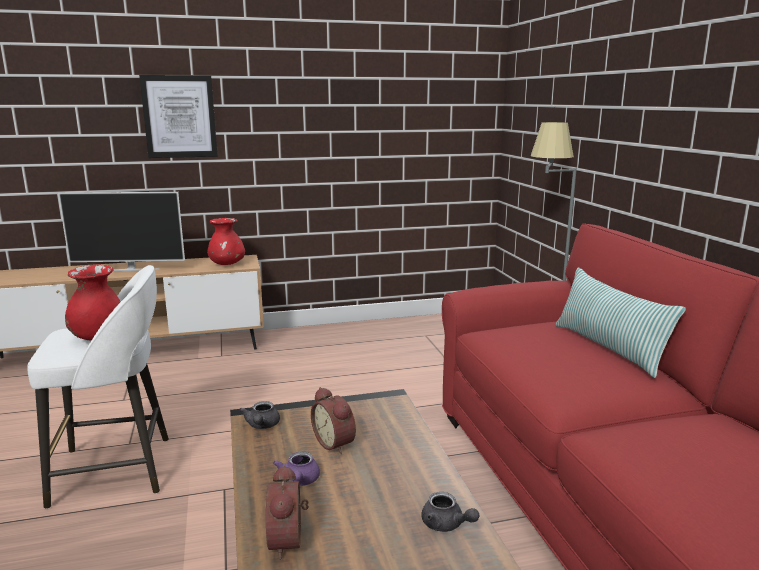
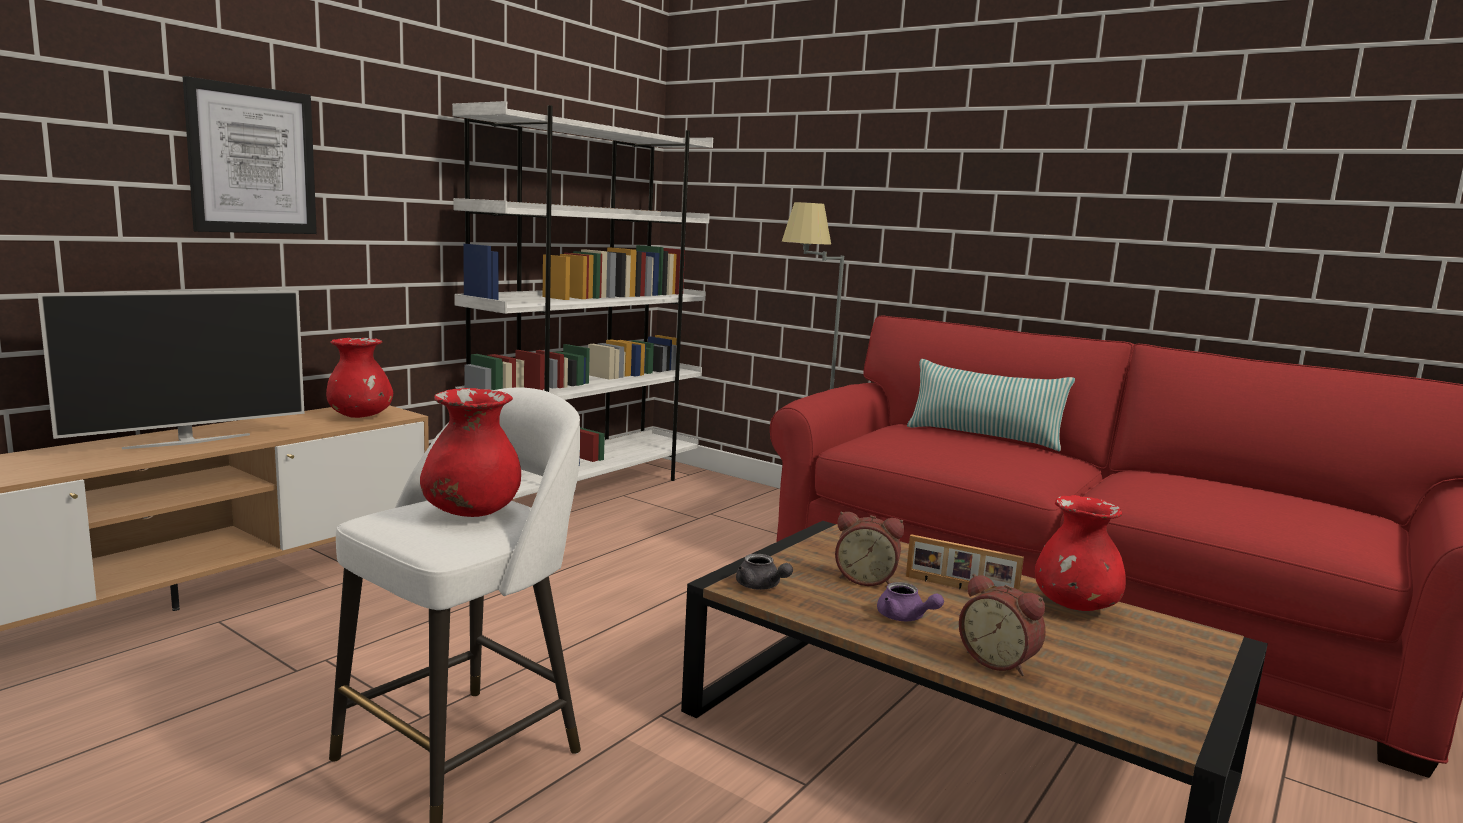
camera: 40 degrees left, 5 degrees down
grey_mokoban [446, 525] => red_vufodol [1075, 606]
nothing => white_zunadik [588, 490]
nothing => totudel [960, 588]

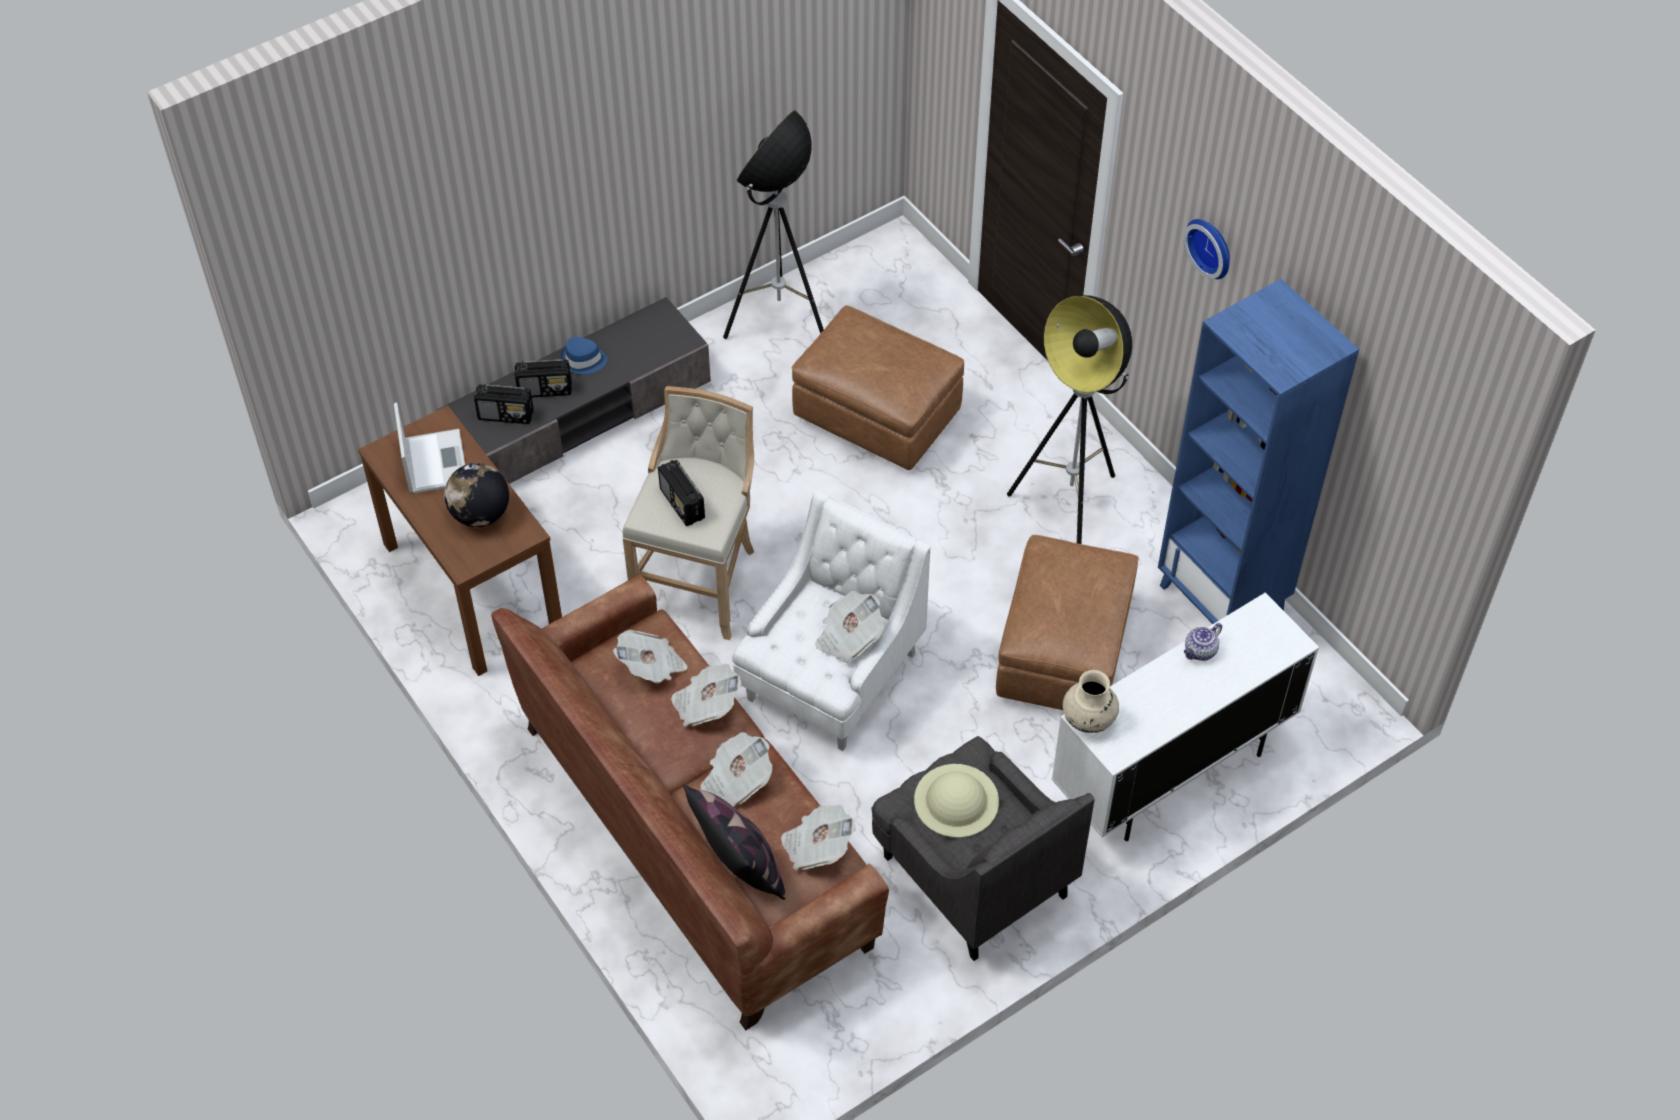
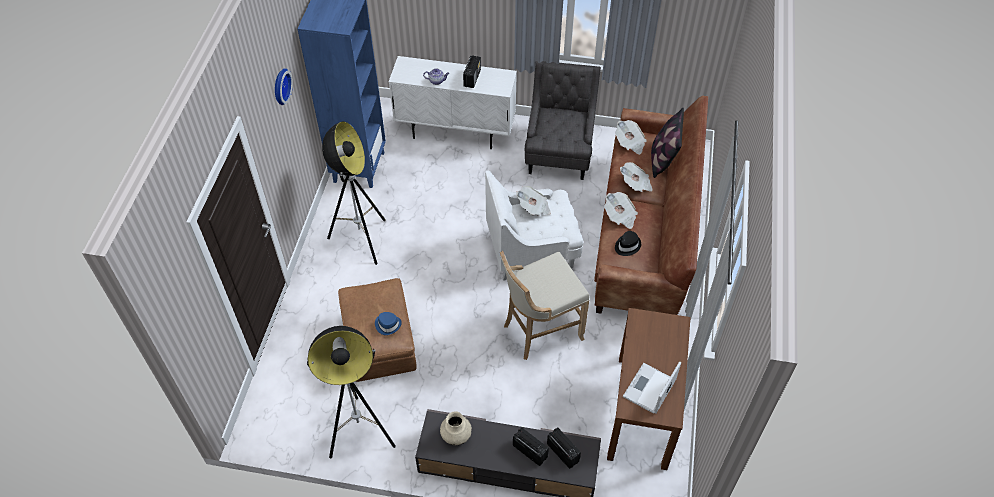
camera: 135 degrees left, 0 degrees up
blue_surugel [583, 360] => blue_surugel [388, 324], shifted
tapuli [682, 504] => tapuli [472, 78], shifted
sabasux [480, 514] => nothing
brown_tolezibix [1063, 653] => nothing
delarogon [652, 667] => black_surugel [627, 245]
beige_vufodol [1088, 720] => beige_vufodol [456, 436], shifted
beige_surugel [956, 800] => nothing

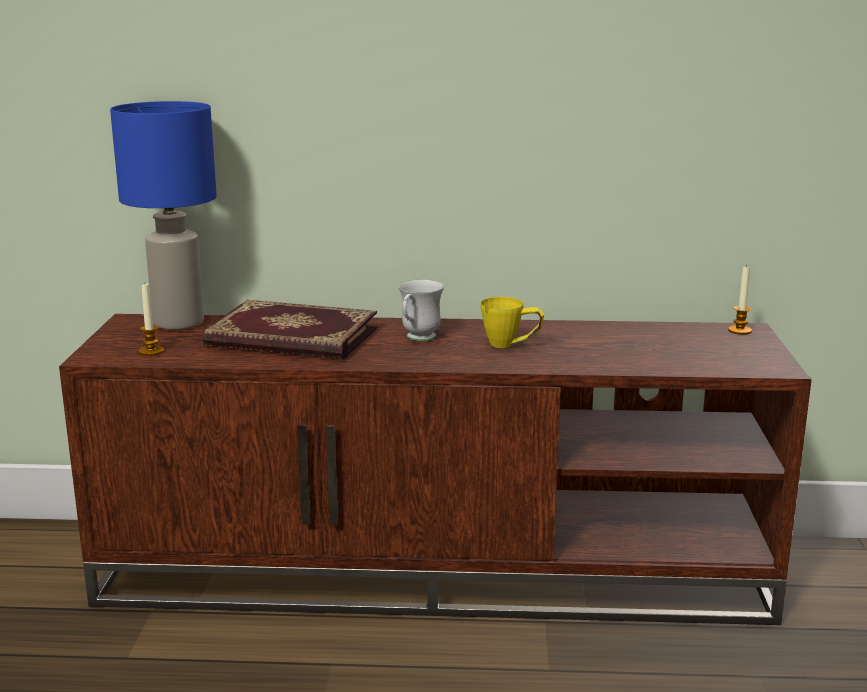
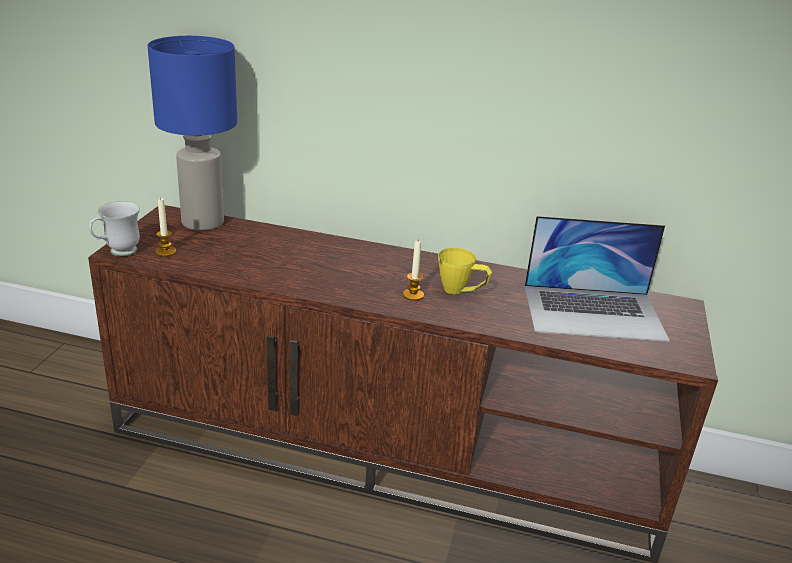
camera: 10 degrees right, 10 degrees up
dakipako [739, 331] => dakipako [413, 295], shifted
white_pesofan [417, 339] => white_pesofan [117, 253], shifted
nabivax [291, 338] => nothing
nothing => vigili [593, 312]

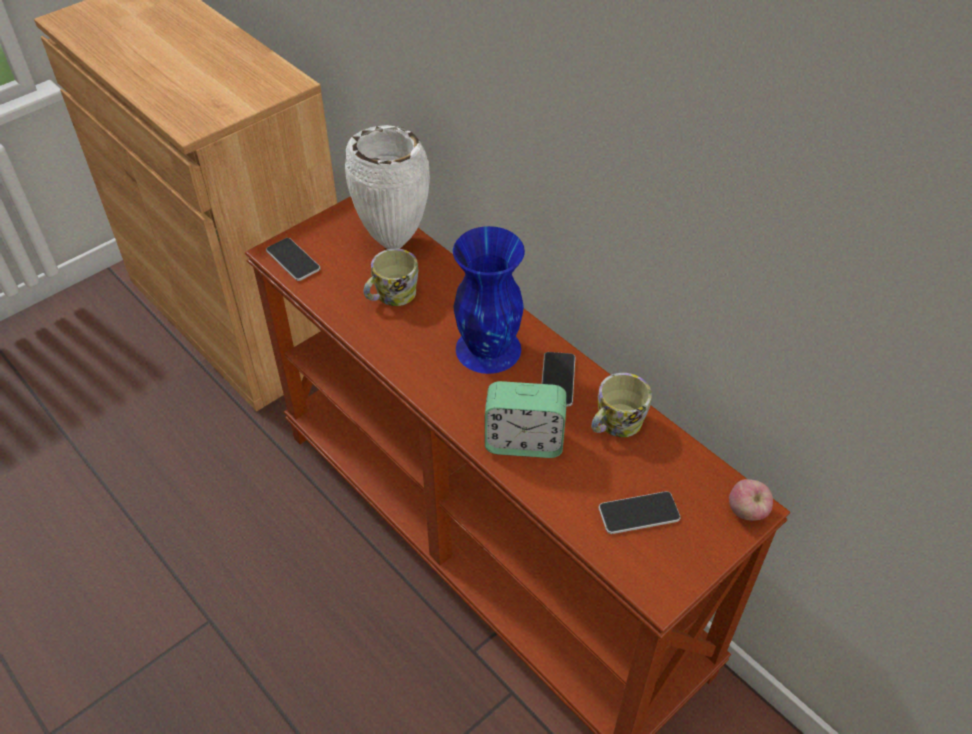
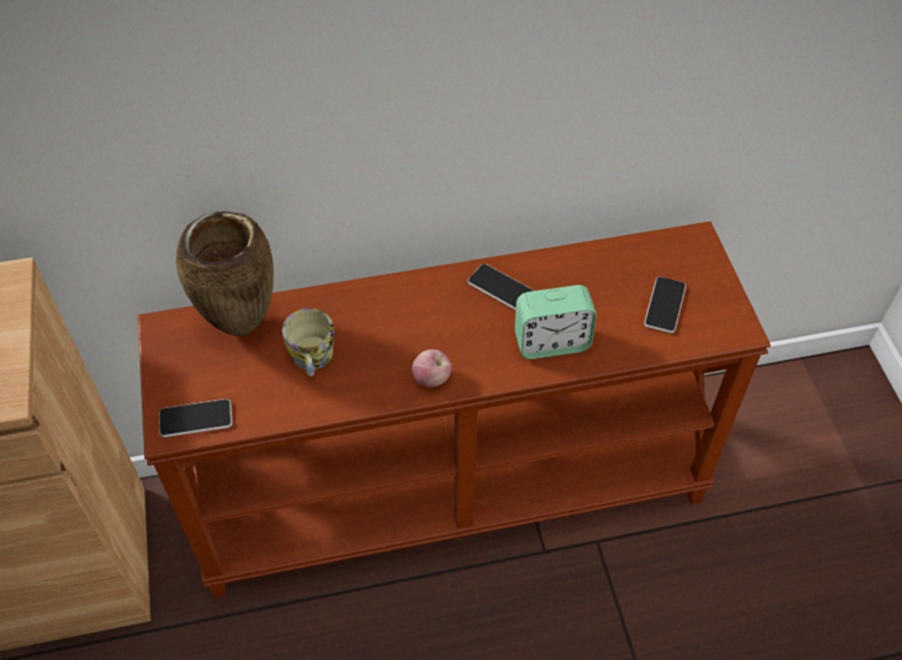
camera: 60 degrees left, 5 degrees up
white_vufodol [395, 242] => brown_vufodol [241, 325]
blue_vufodol [488, 348] => nothing
pesofan [615, 424] => nothing
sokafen [524, 442] => sokafen [551, 342], 45 degrees clockwise
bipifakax [746, 512] => bipifakax [432, 379], shifted

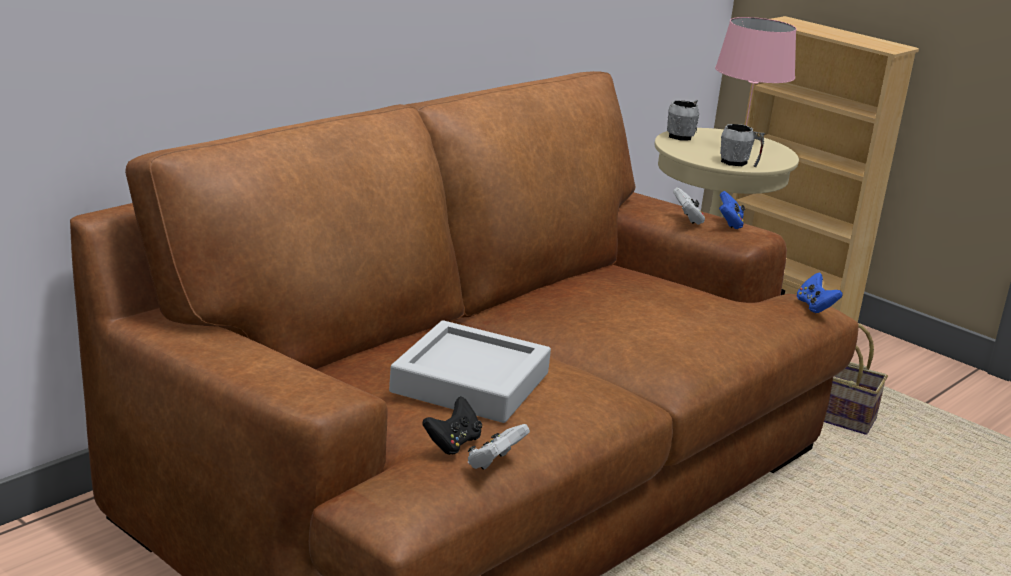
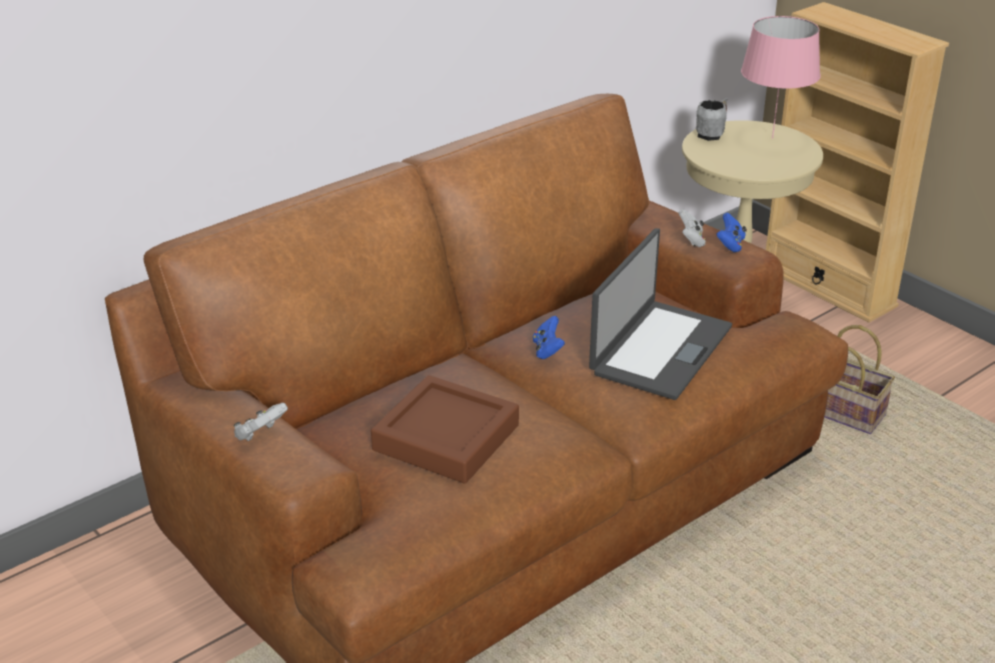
camera: 10 degrees right, 10 degrees up
grey_pesofan [738, 163] => nothing
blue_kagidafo [815, 307] => blue_kagidafo [547, 350], shifted
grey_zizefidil [470, 383] => brown_zizefidil [446, 438]
black_kagidafo [453, 443] => nothing
white_kagidafo [494, 463] => white_kagidafo [260, 435], shifted
nothing => vigili [659, 349]

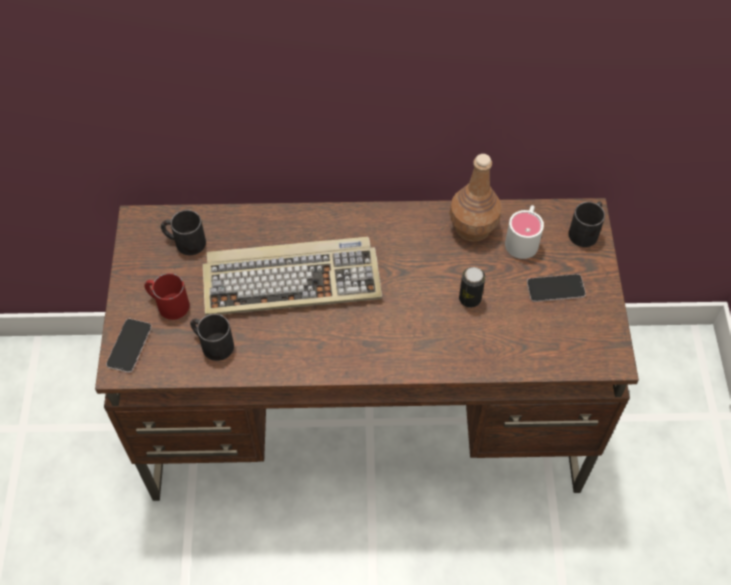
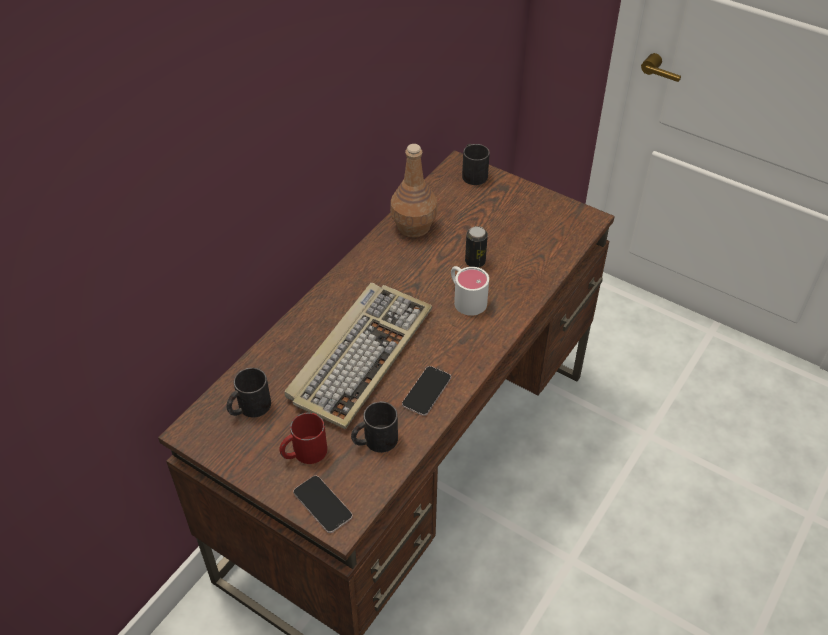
camera: 55 degrees left, 10 degrees down
white_pesofan [523, 238] => white_pesofan [465, 298], shifted
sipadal [555, 288] => sipadal [426, 391], shifted

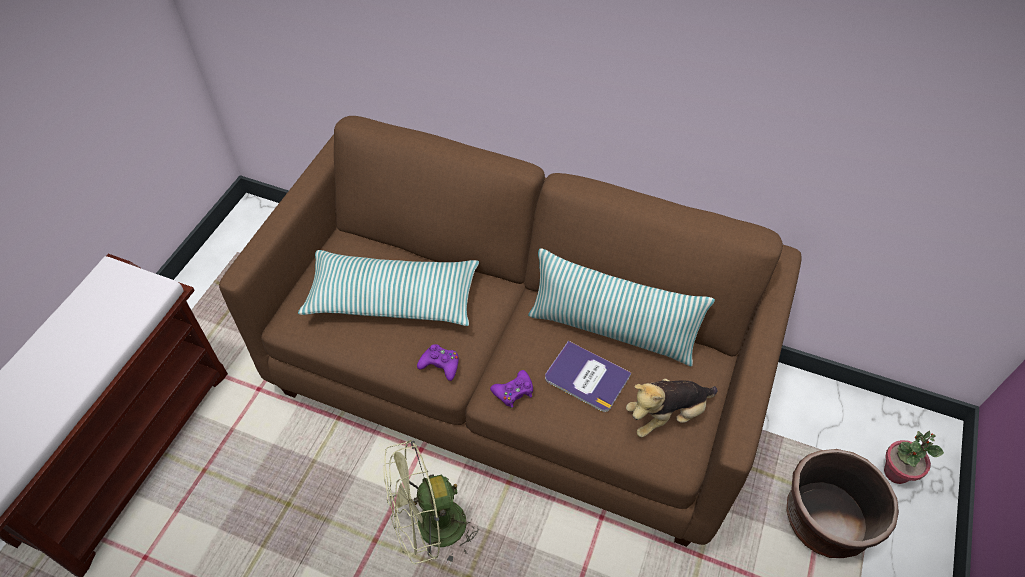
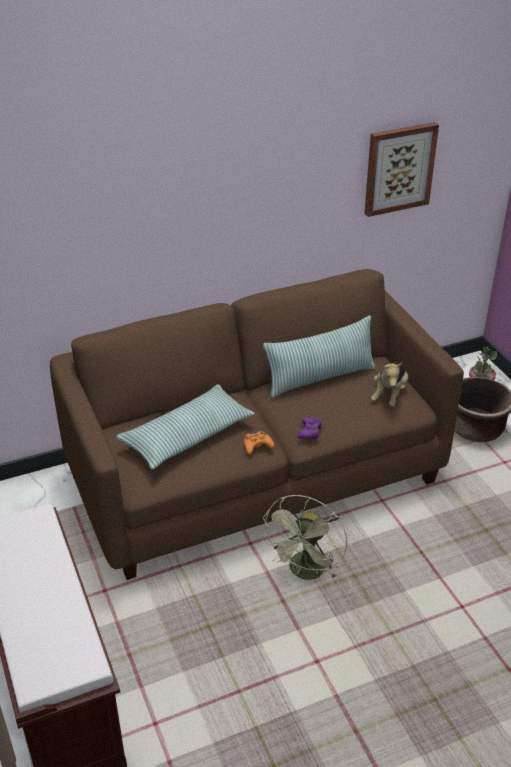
camera: 45 degrees left, 15 degrees down
nabivax [586, 377] => nothing
purple_kagidafo [440, 364] => orange_kagidafo [257, 446]
nothing => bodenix [399, 168]

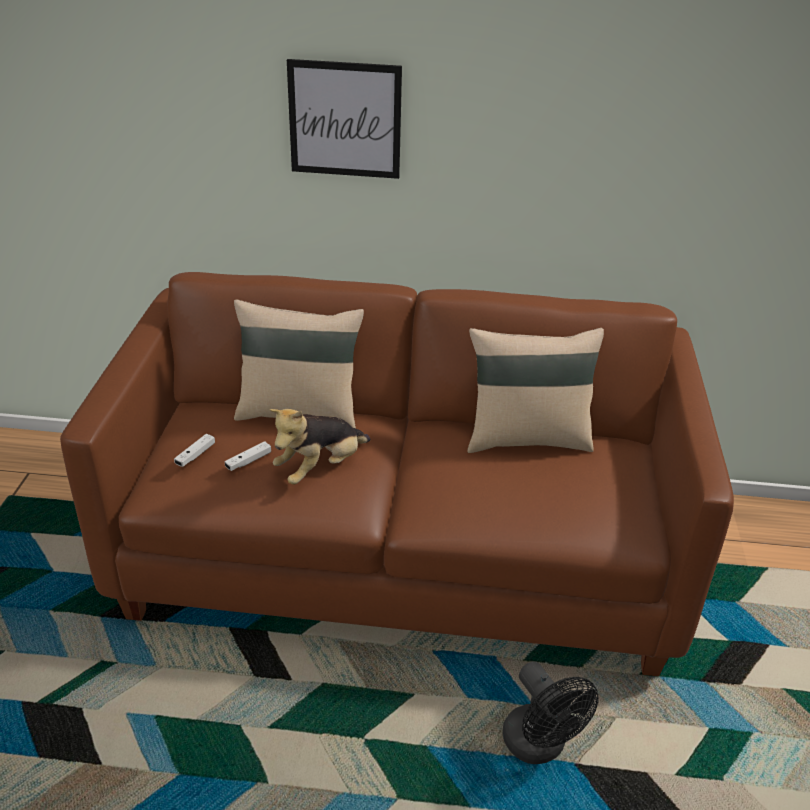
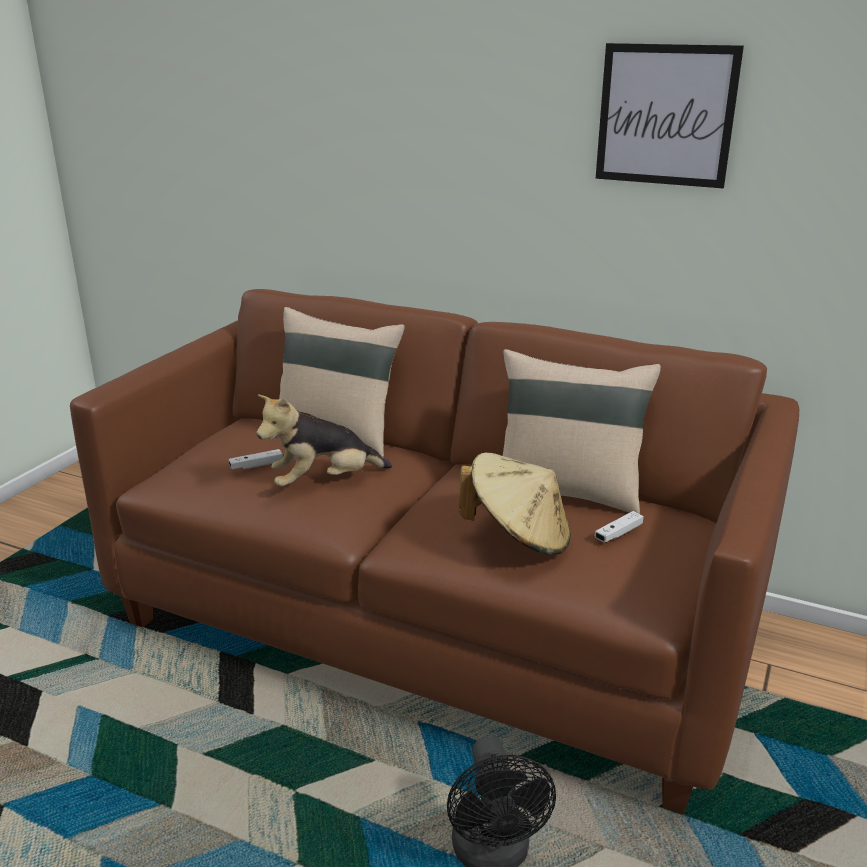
camera: 20 degrees right, 10 degrees down
bodenix [345, 119] => bodenix [665, 115], shifted
white_kagidafo [195, 455] => white_kagidafo [618, 533], shifted
nothing => beige_surugel [518, 537]

